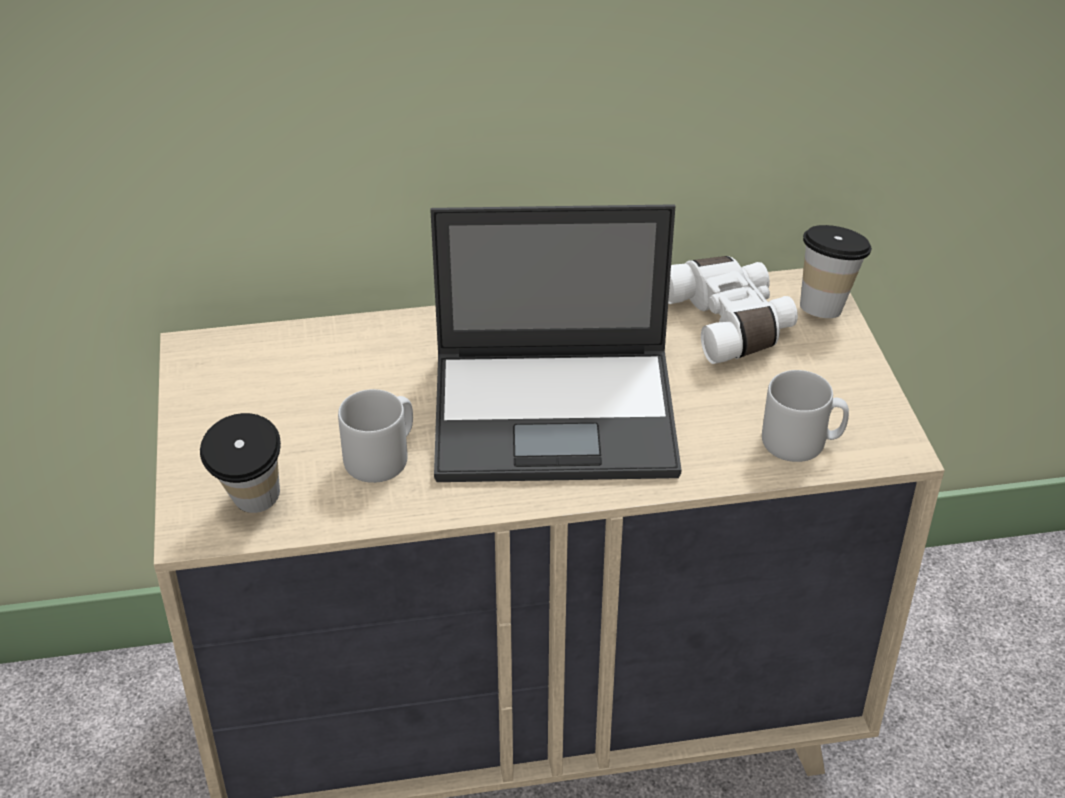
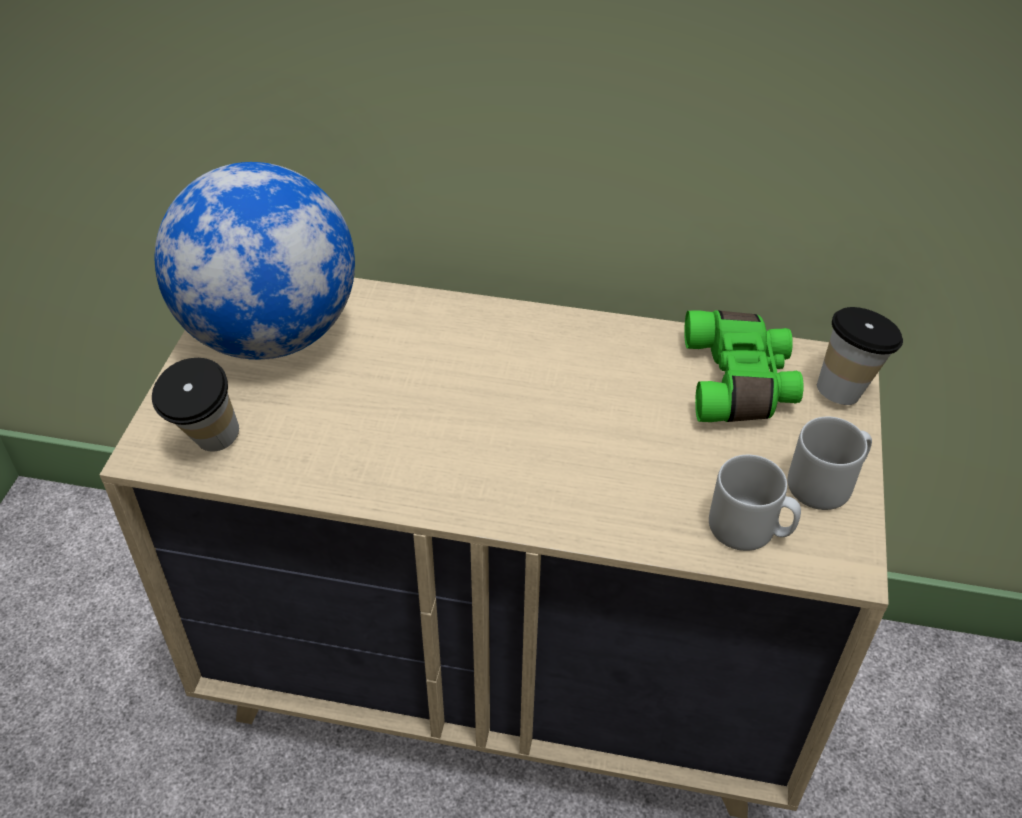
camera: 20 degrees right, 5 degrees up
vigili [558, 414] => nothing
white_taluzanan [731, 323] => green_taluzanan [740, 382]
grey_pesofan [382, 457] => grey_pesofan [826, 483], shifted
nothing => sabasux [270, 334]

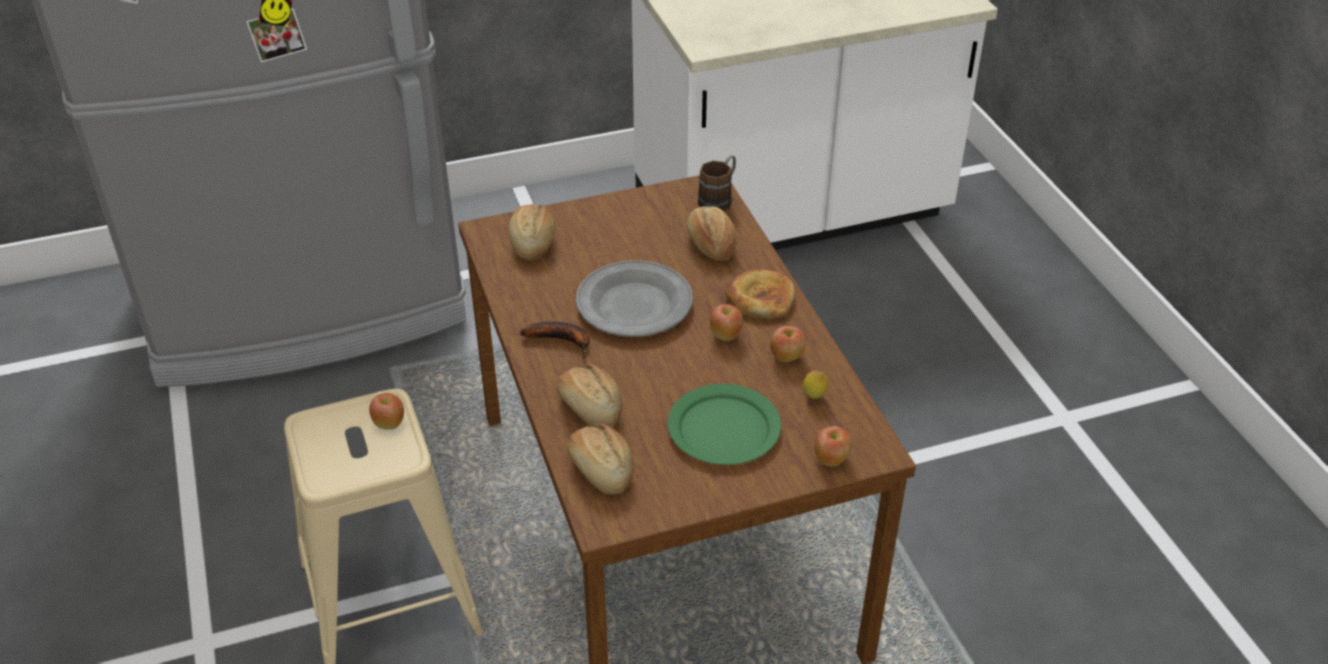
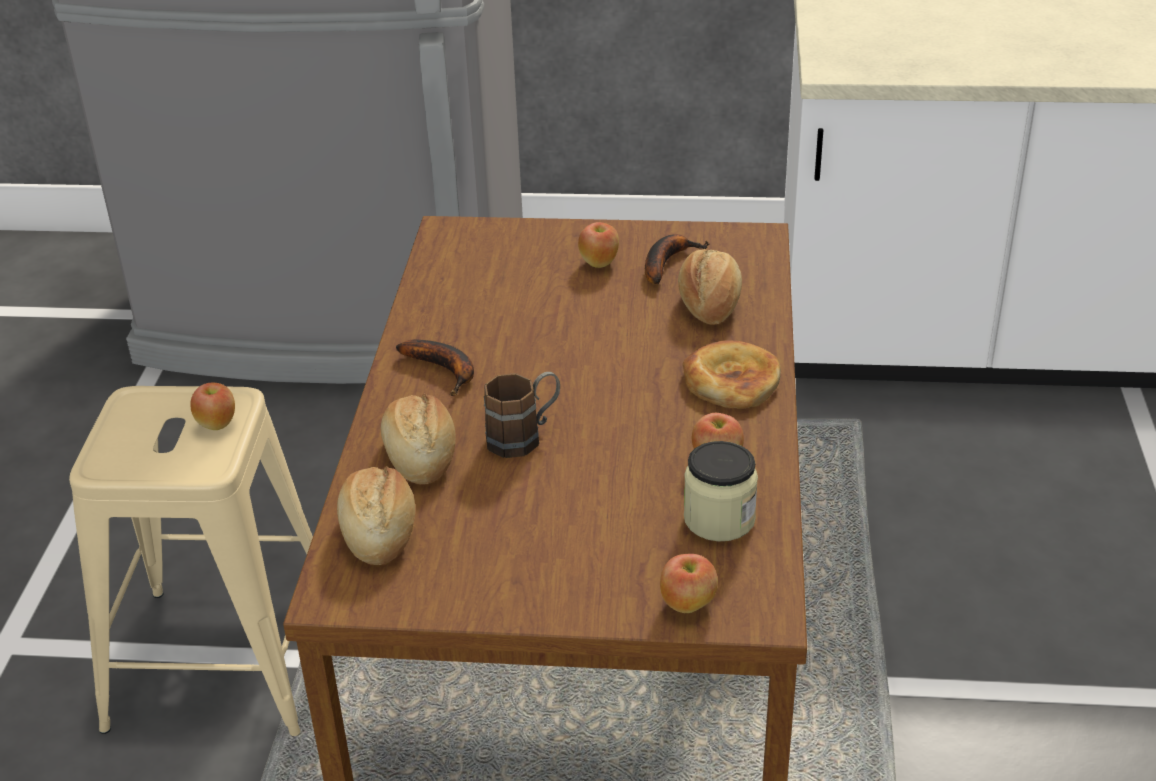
camera: 25 degrees right, 5 degrees down
brown_pesofan [719, 199] => brown_pesofan [524, 436], shifted
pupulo [533, 242] => nothing
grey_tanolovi [634, 304] => nothing
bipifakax [726, 335] => bipifakax [599, 262], shifted
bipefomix [814, 397] => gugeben [719, 519]
green_tanolovi [723, 428] => nothing
nothing => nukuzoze [667, 262]

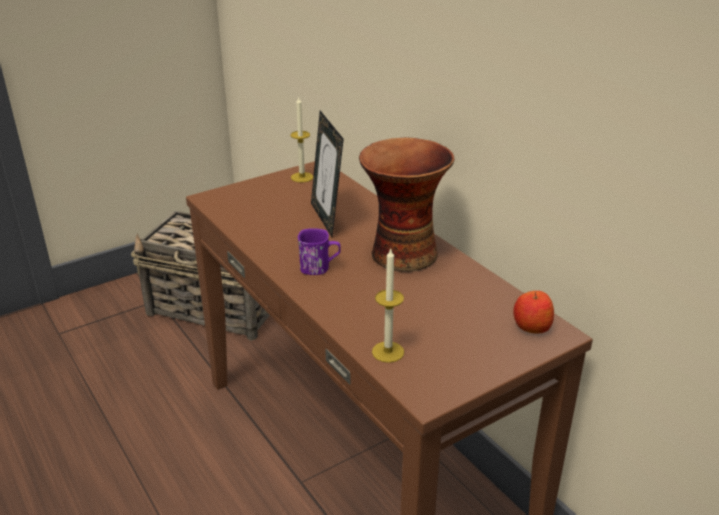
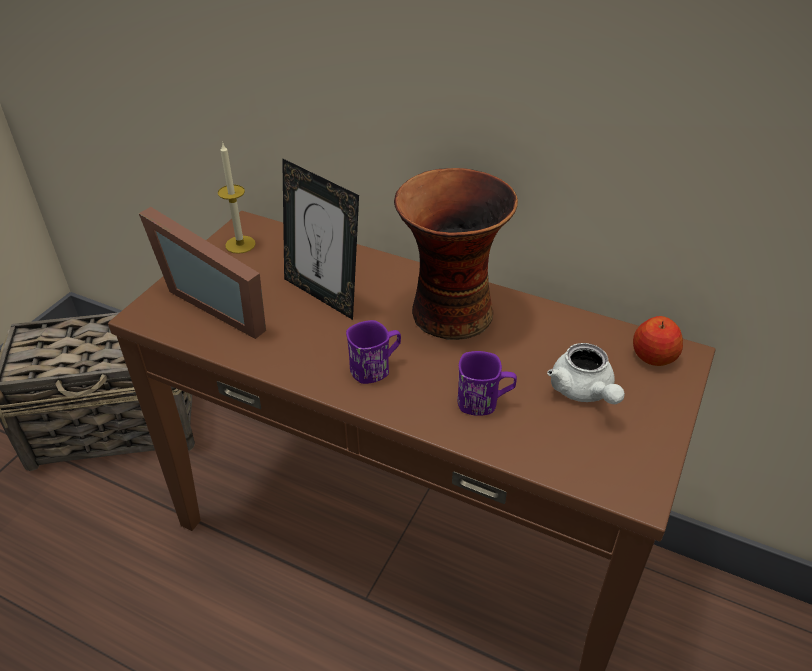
camera: 30 degrees left, 10 degrees up
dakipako [388, 352] => nothing
nothing => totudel [221, 301]
nothing => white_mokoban [584, 392]
nothing => purple_pesofan [484, 402]

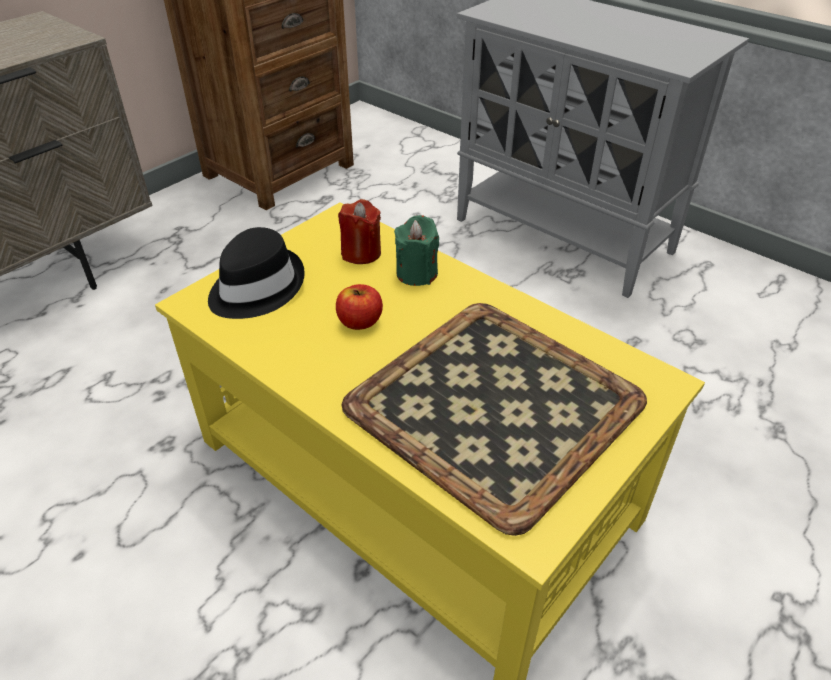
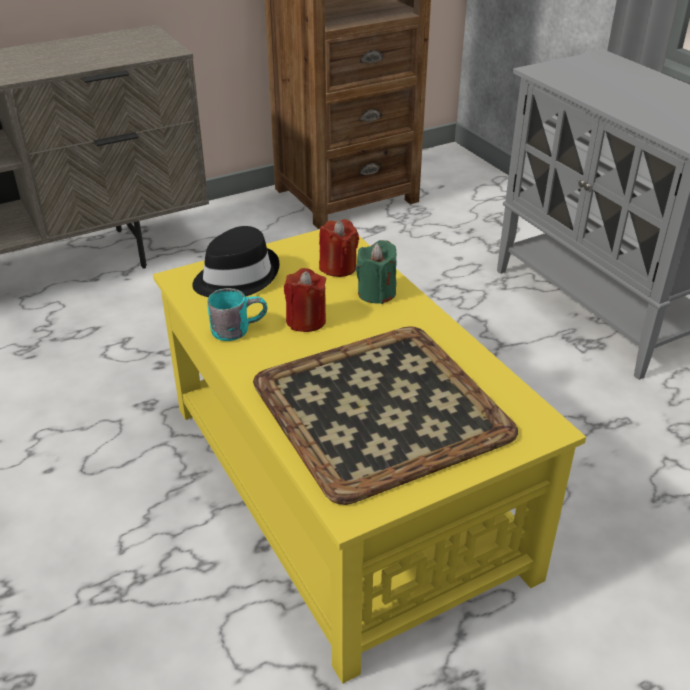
camera: 20 degrees right, 5 degrees down
bipifakax [360, 322] => red_dakipako [306, 321]
nothing => turquoise_pesofan [237, 328]

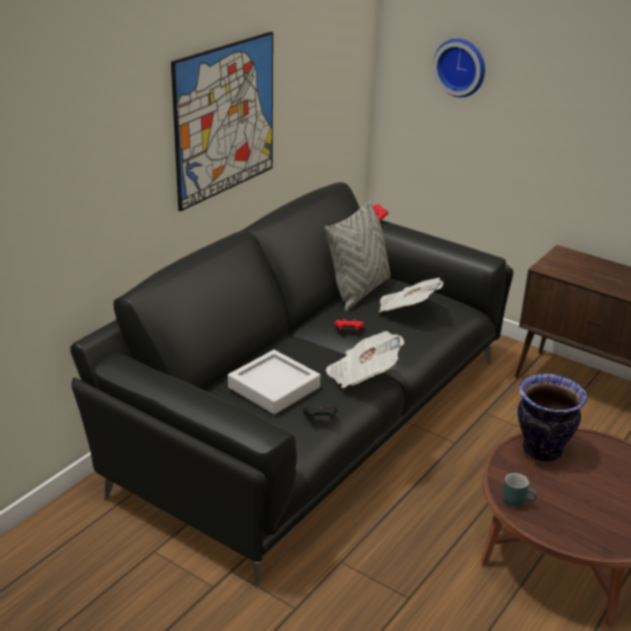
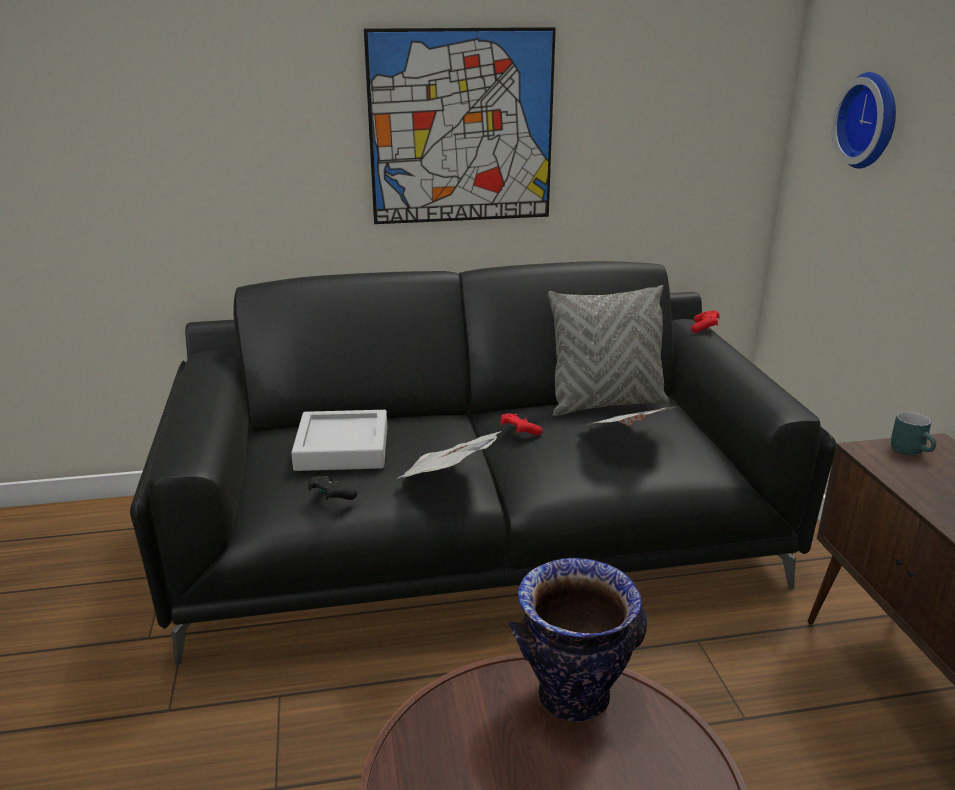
camera: 45 degrees right, 5 degrees down
turquoise_pesofan [517, 500] => turquoise_pesofan [912, 451], shifted

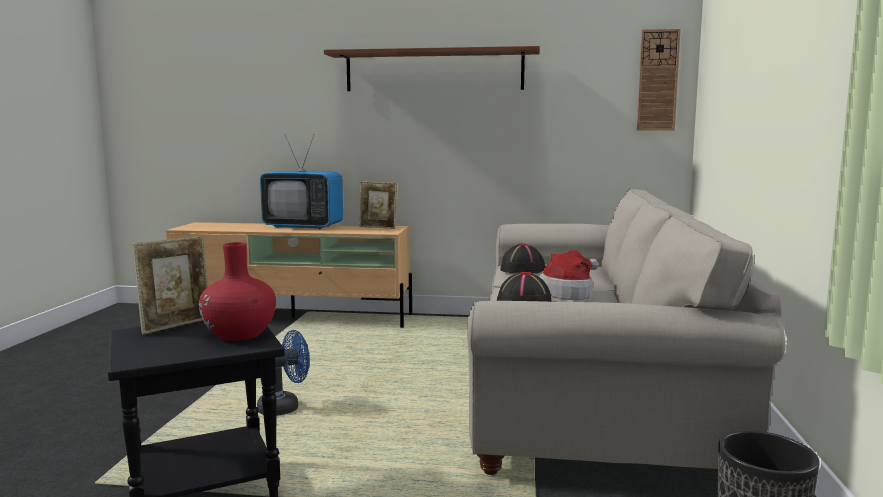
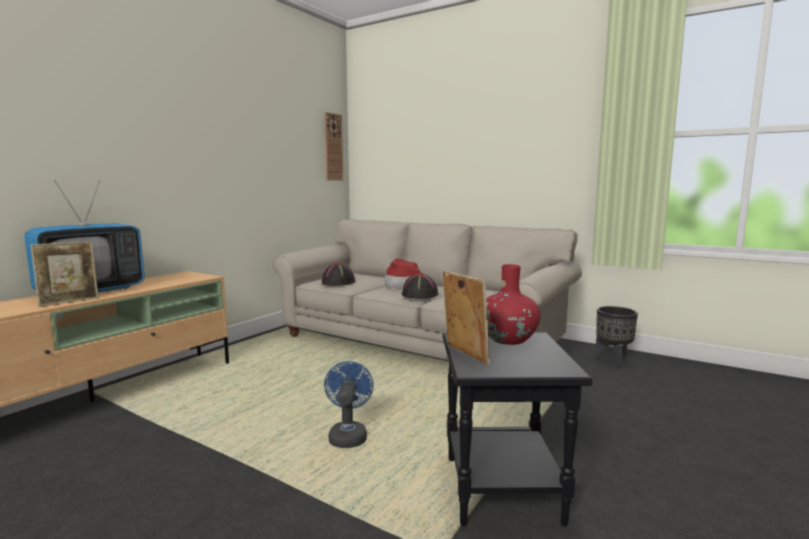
camera: 65 degrees left, 0 degrees up
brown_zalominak [434, 71] => nothing
totudel [378, 227] => totudel [69, 302], shifted

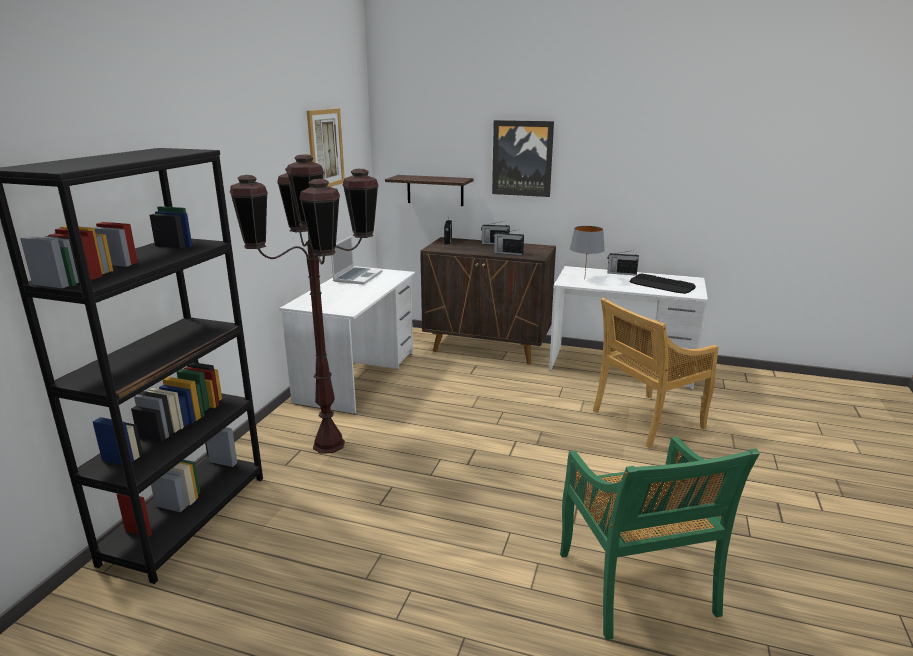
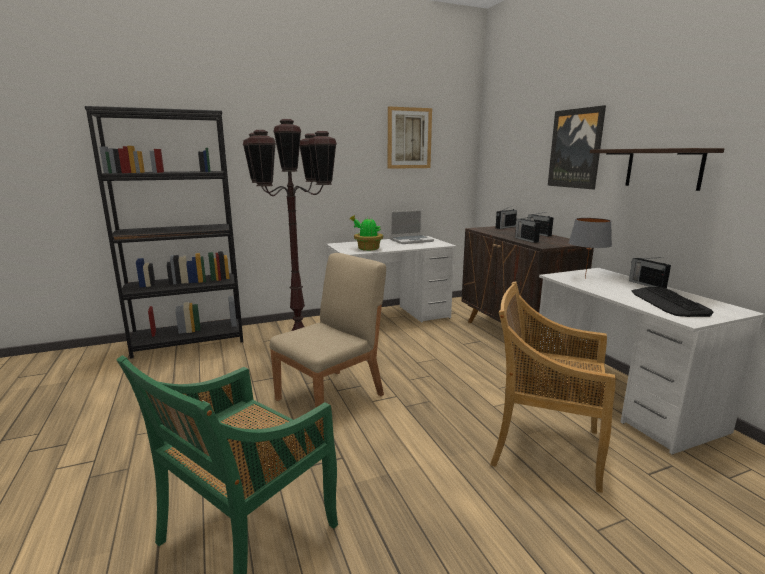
camera: 50 degrees right, 5 degrees down
zalominak [435, 190] => zalominak [663, 168], shifted
nothing => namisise [367, 249]
nothing => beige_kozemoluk [331, 396]

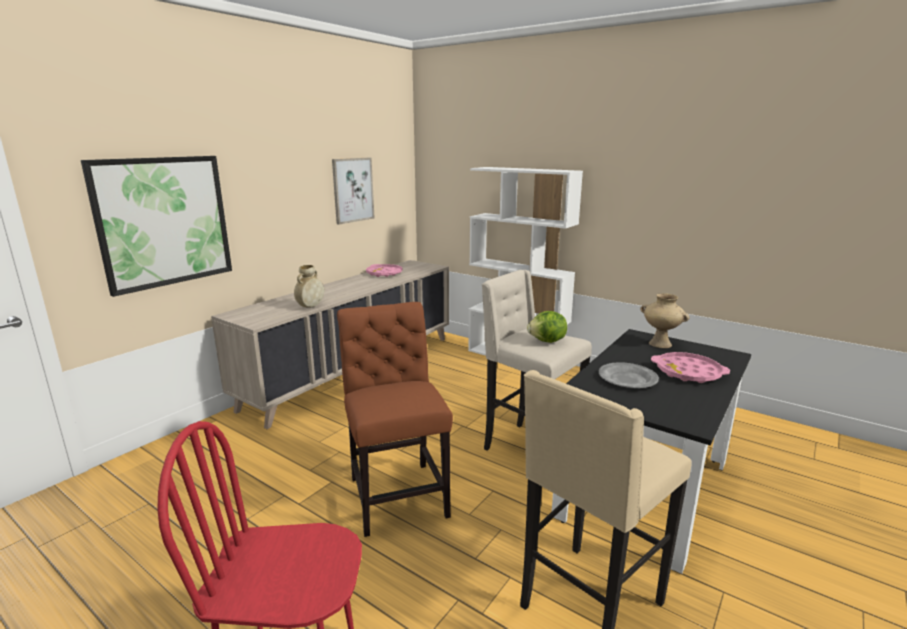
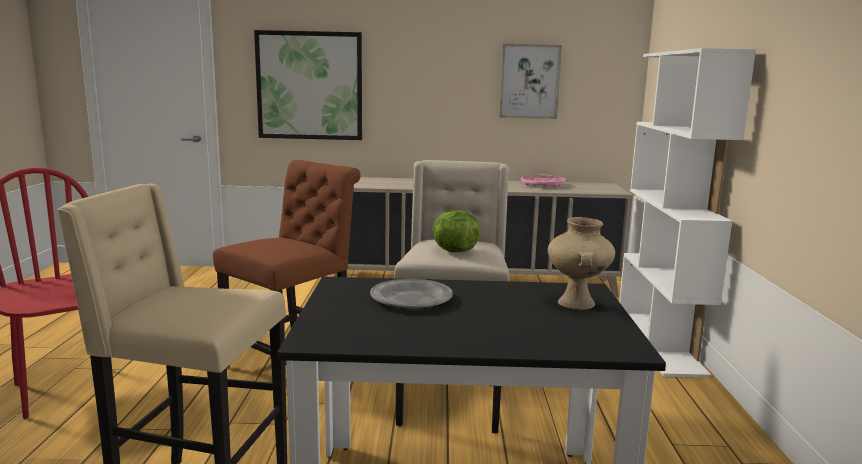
camera: 55 degrees right, 5 degrees down
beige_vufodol [310, 306] => nothing
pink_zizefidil [688, 372] => nothing

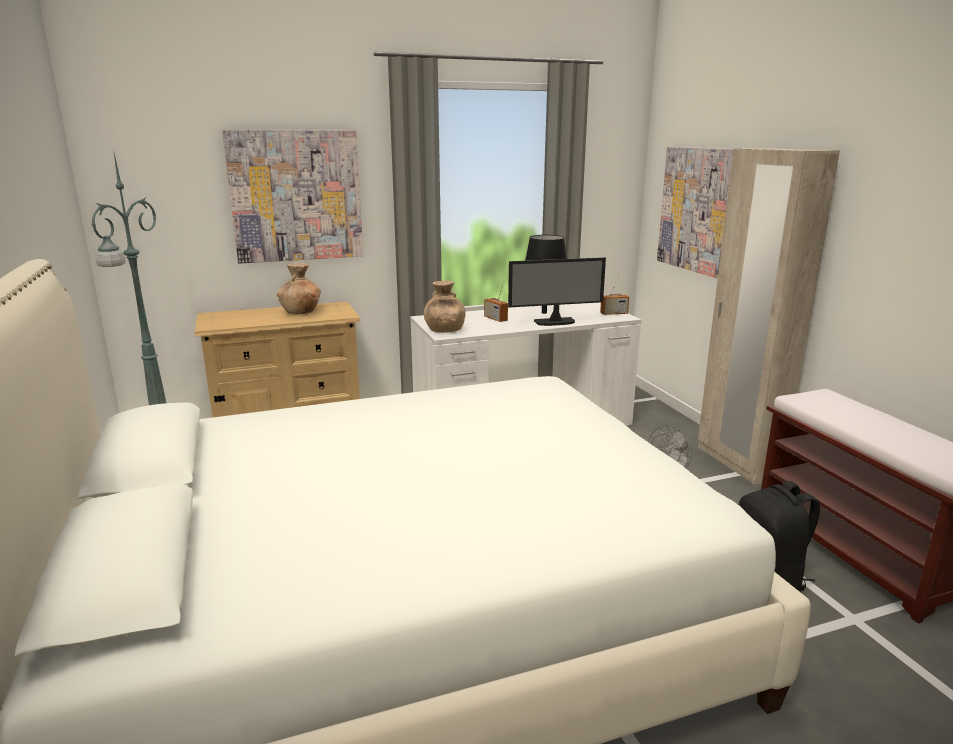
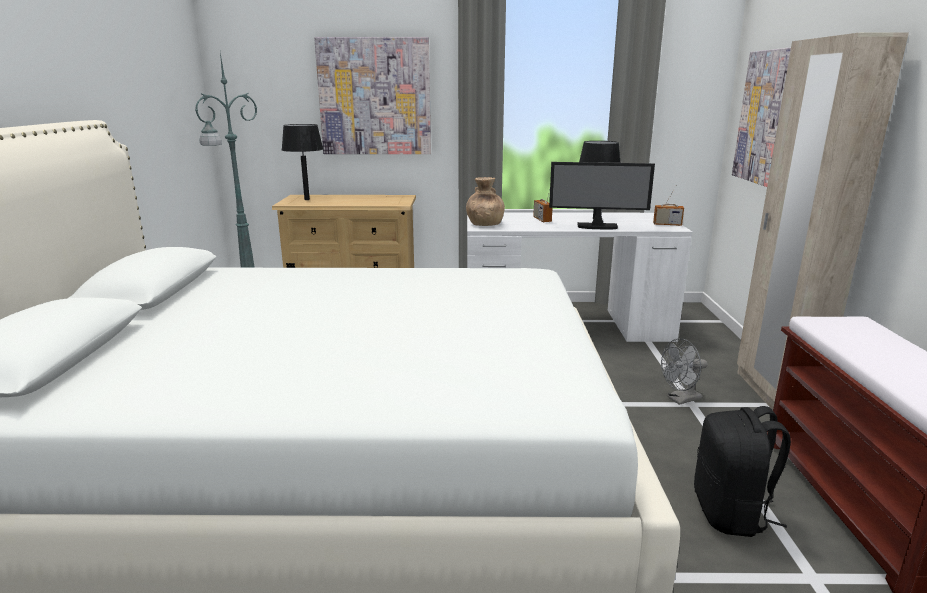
camera: 20 degrees right, 0 degrees up
brown_vufodol [301, 312] => nothing
nothing => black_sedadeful [306, 199]

